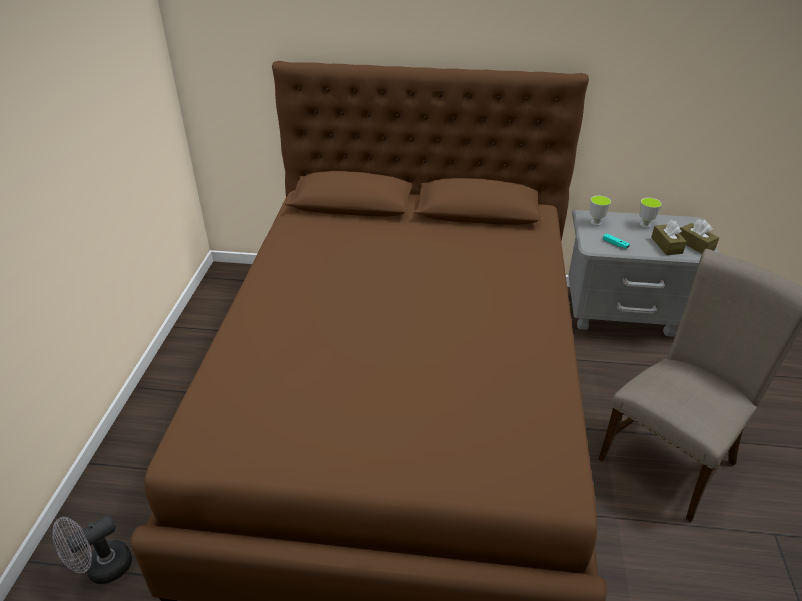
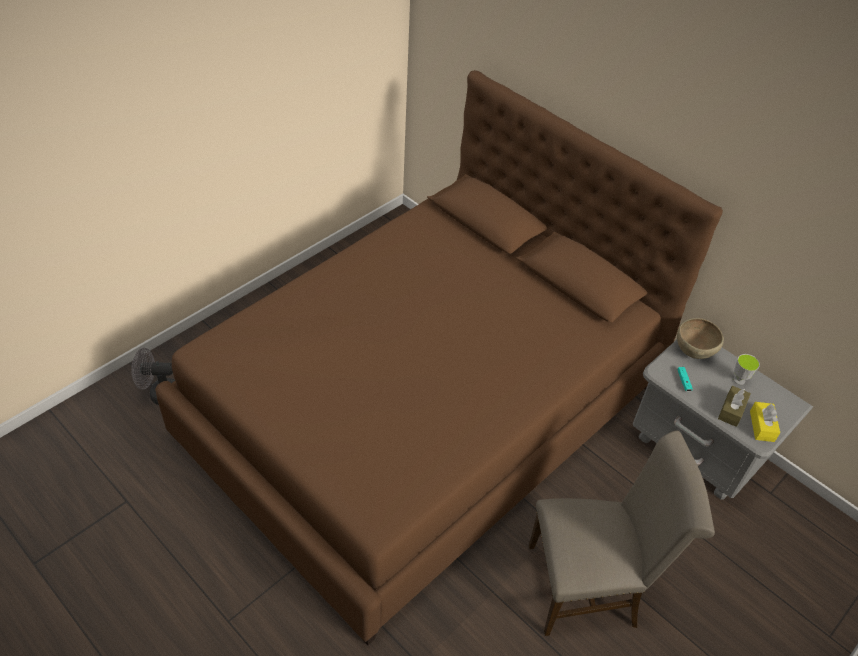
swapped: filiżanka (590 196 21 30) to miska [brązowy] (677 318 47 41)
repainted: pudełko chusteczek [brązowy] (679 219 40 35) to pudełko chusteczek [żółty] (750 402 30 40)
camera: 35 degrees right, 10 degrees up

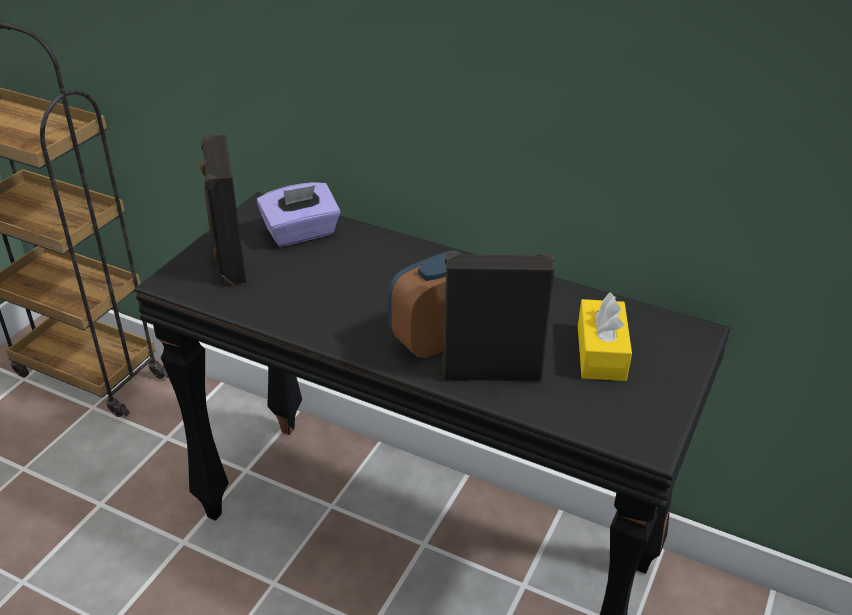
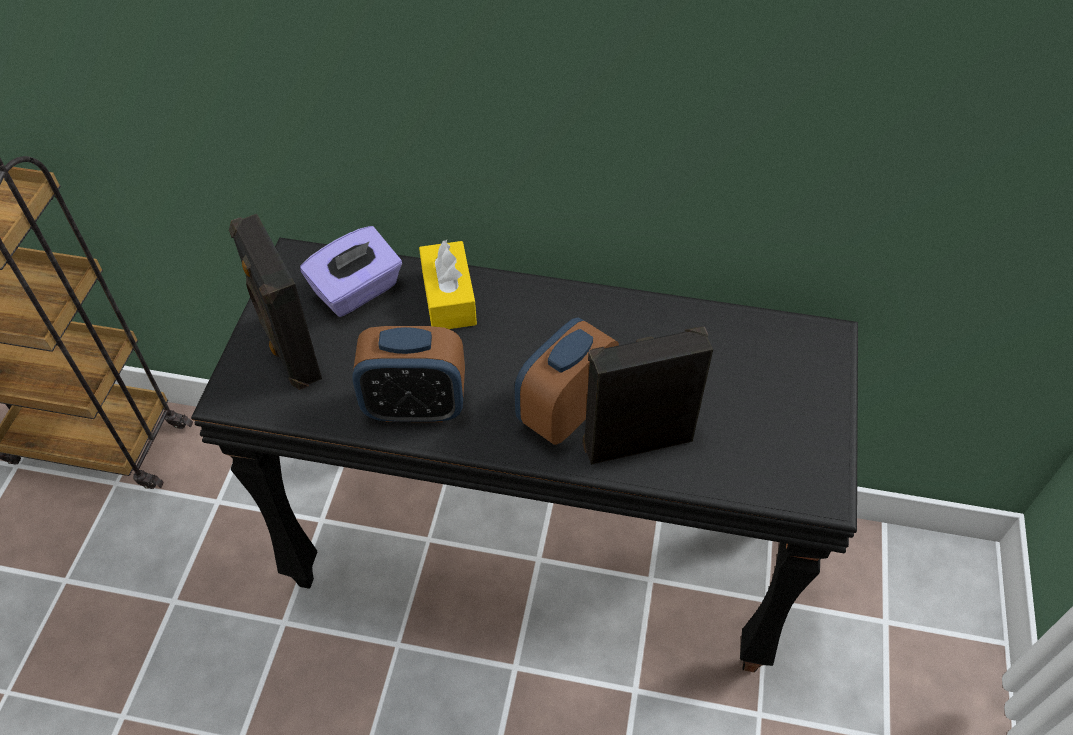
new: budzik (352 326 113 96)
shifted: pudełko chusteczek [żółty] (578 293 54 88) to (419 240 58 89)
camera: 15 degrees left, 15 degrees up

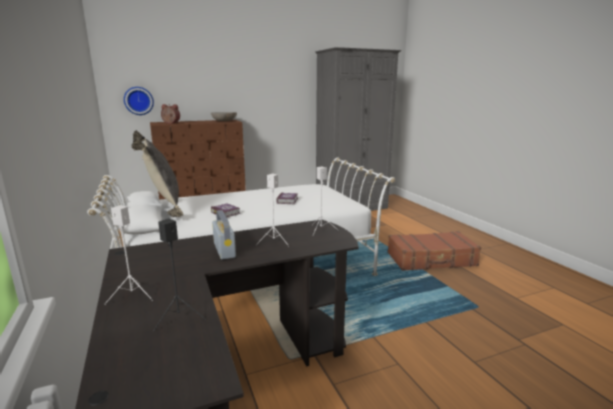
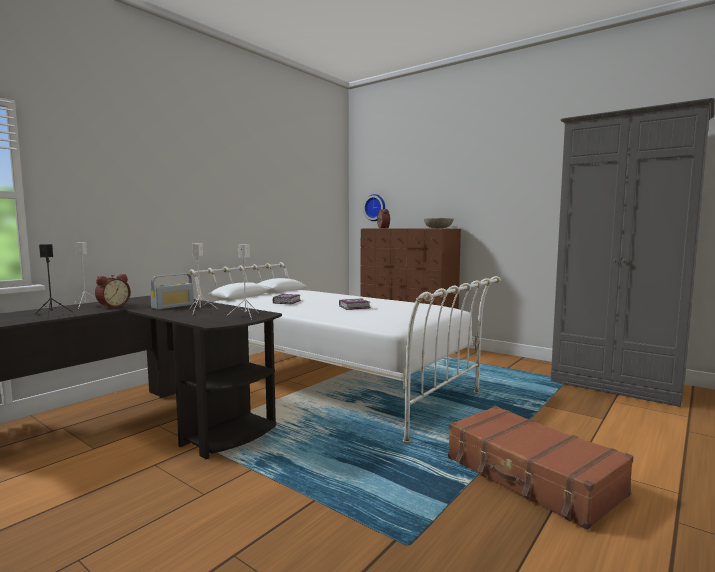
gone: poduszka (132 130 51 87)
new: budzik (95 274 36 35)
camera: 60 degrees right, 10 degrees down

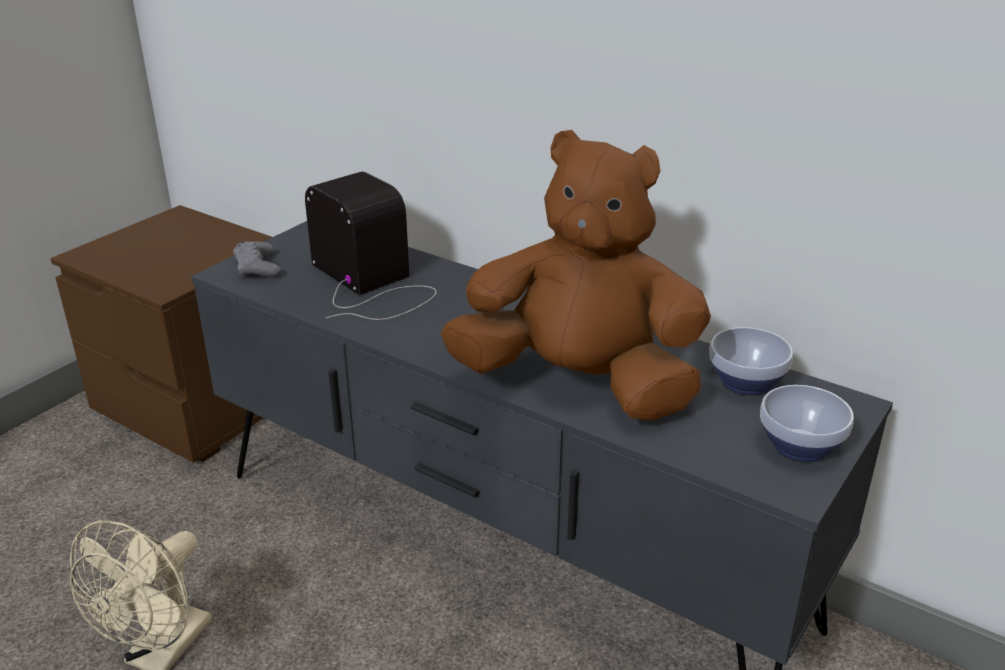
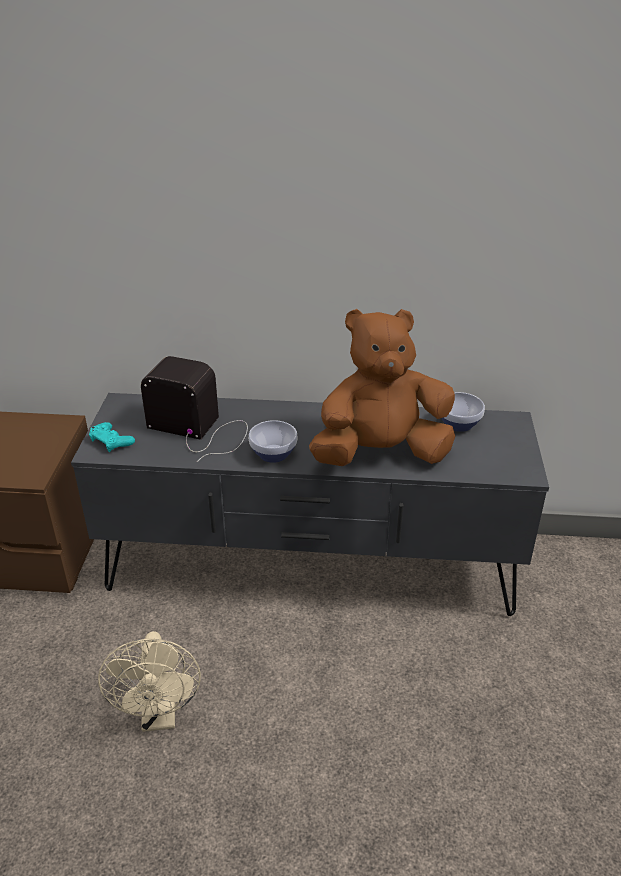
shifted: miska (760 385 94 77) to (249 420 49 43)
repainted: pad do gier [szary] (233 241 48 36) to pad do gier [turkusowy] (89 422 46 30)
camera: 30 degrees left, 5 degrees up

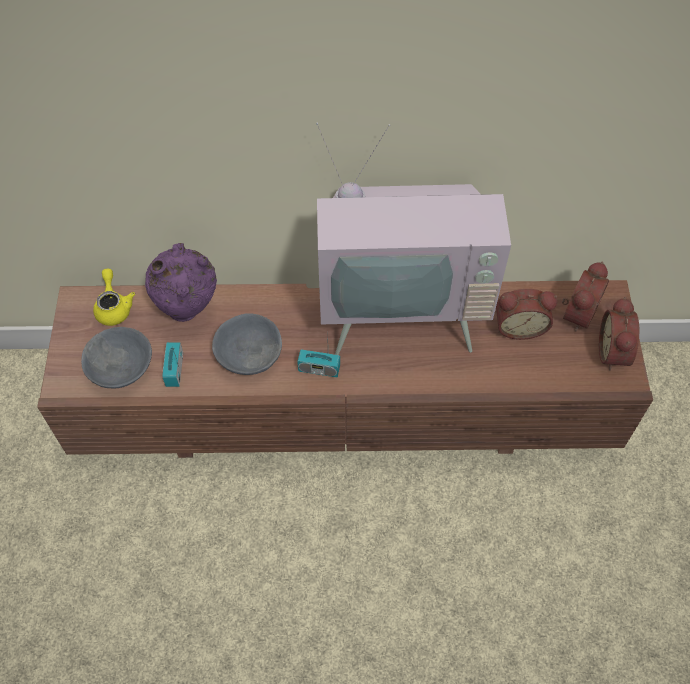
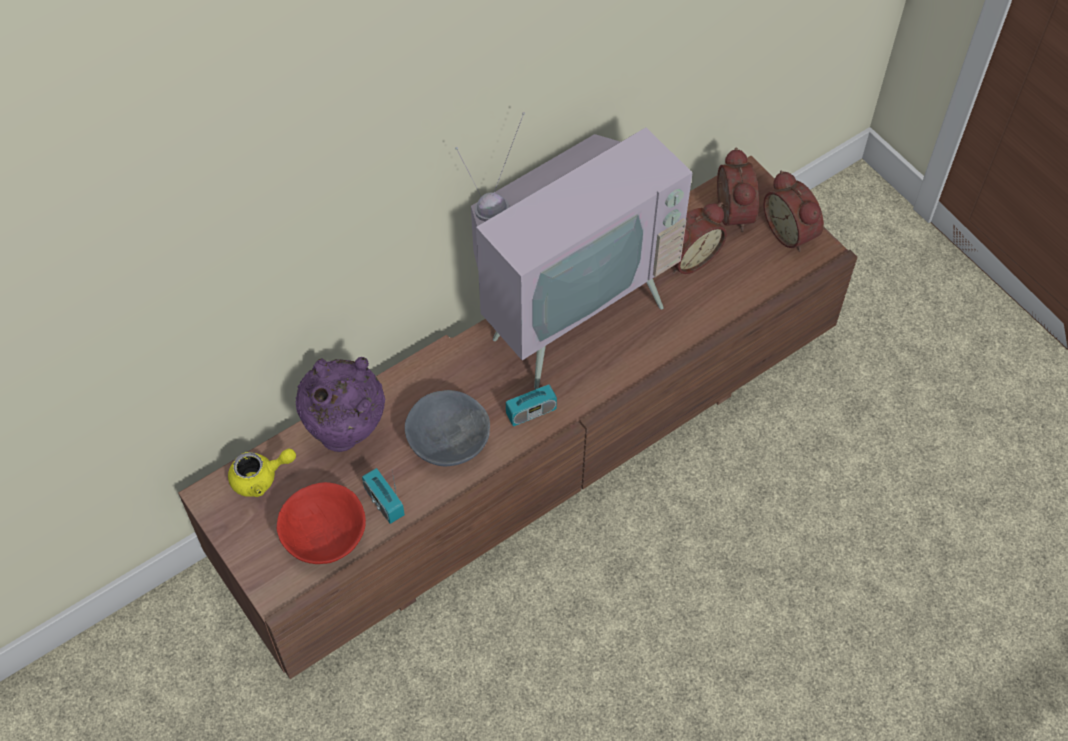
repainted: miska [szary] (81 327 71 61) to miska [czerwony] (277 482 89 82)
rotated: imbryk [żółty] (93 269 42 57) = (228 449 68 48) 120 degrees clockwise
camera: 35 degrees left, 0 degrees up

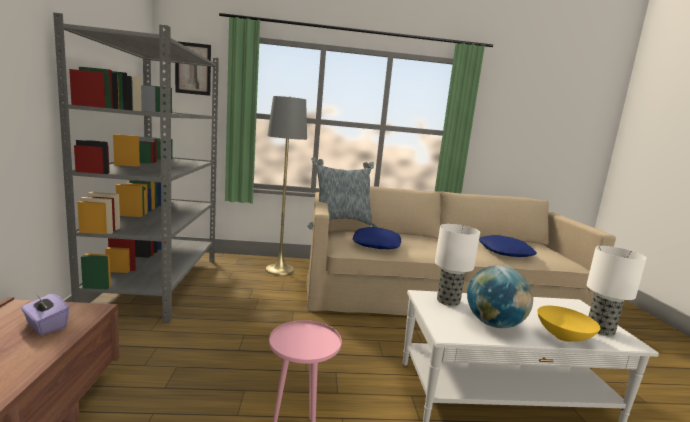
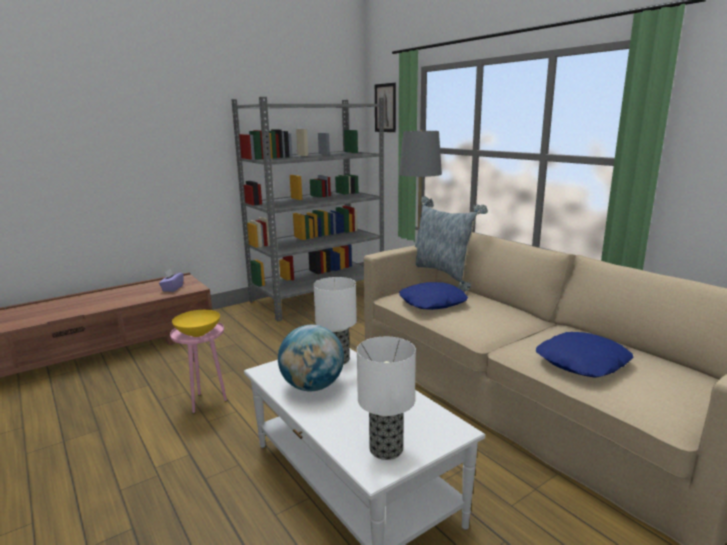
shifted: miska [żółty] (537 306 63 36) to (172 310 48 27)
camera: 60 degrees right, 5 degrees up

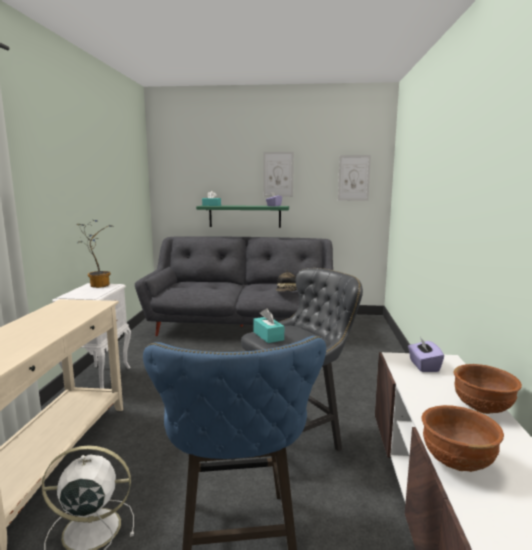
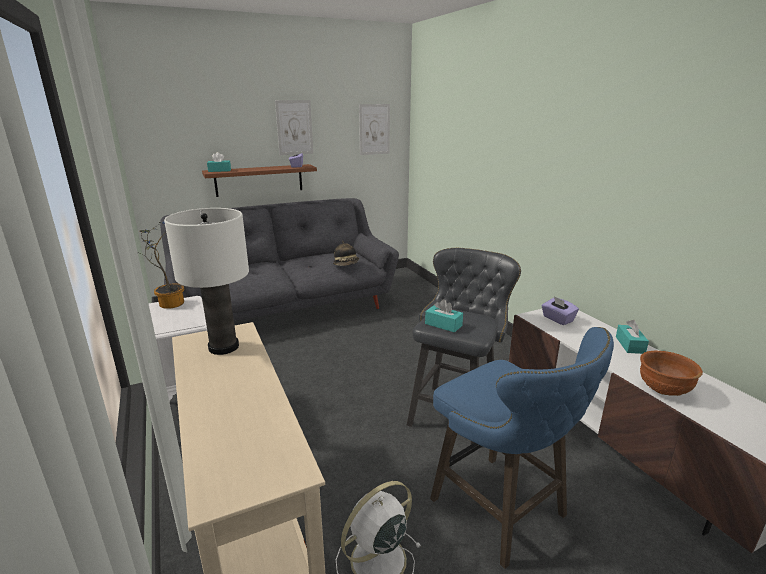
new: lampa stołowa [biały] (164 208 85 147)
swapped: miska [brązowy] (454 364 68 50) to pudełko chusteczek [turkusowy] (616 320 33 34)
repainted: półka [zielony] (196 205 93 23) to półka [brązowy] (202 164 115 33)
camera: 30 degrees left, 10 degrees up

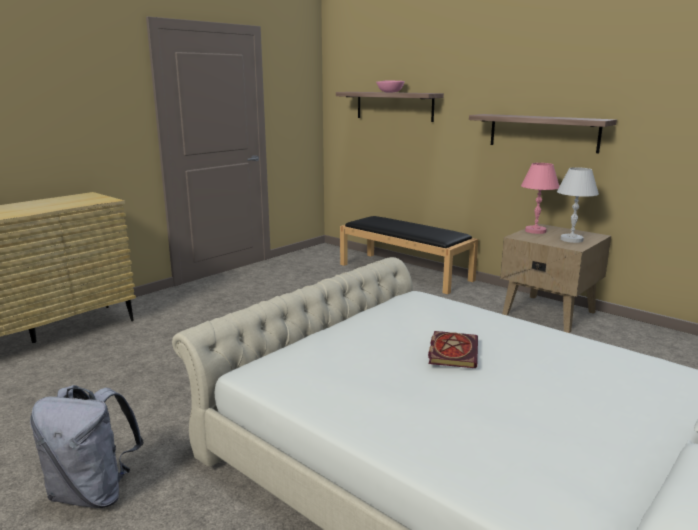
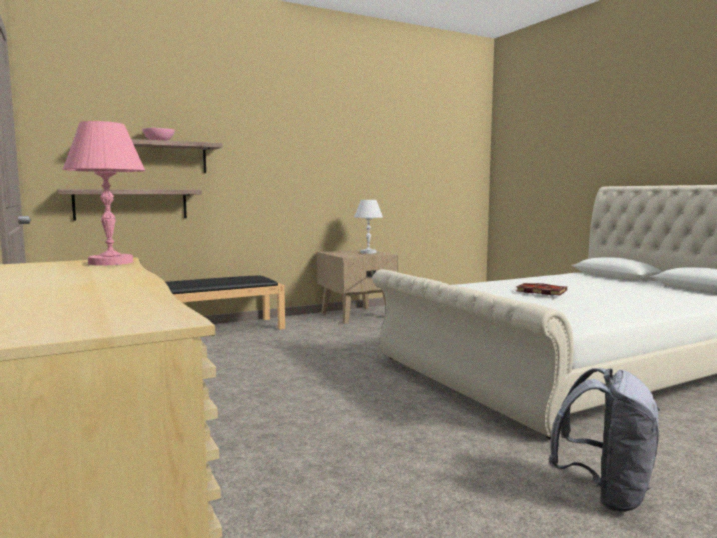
shifted: półka (469 114 148 39) to (57 189 145 32); lampa stołowa [różowy] (521 163 38 71) to (63 121 82 145)
camera: 70 degrees left, 10 degrees down

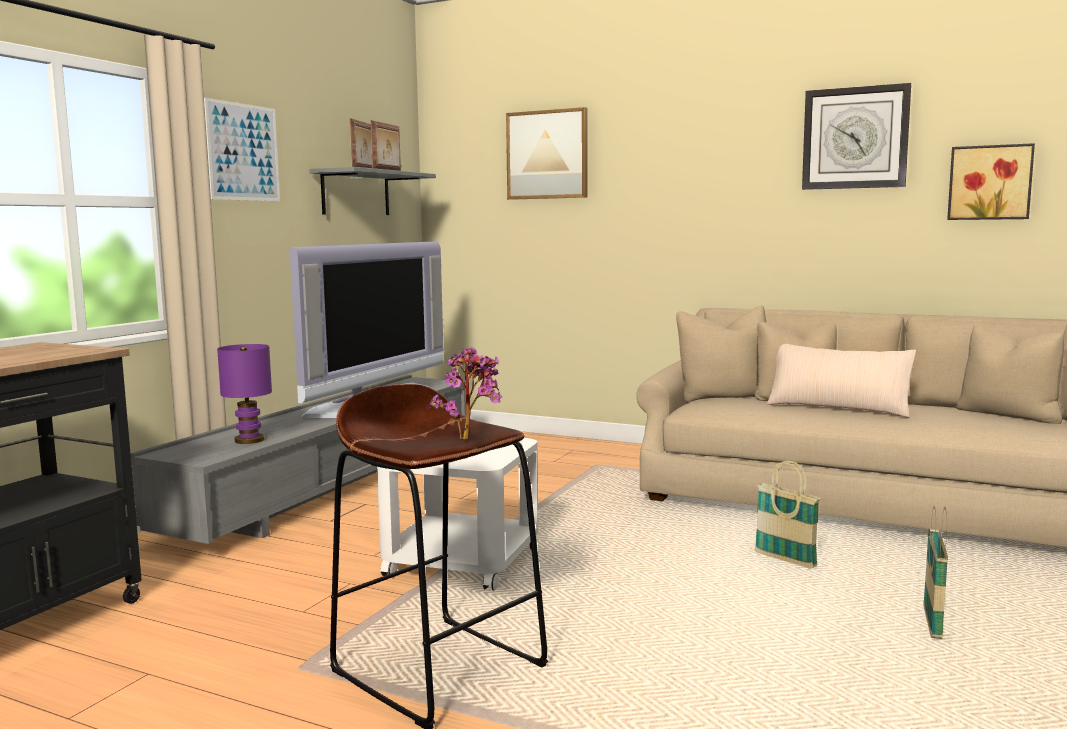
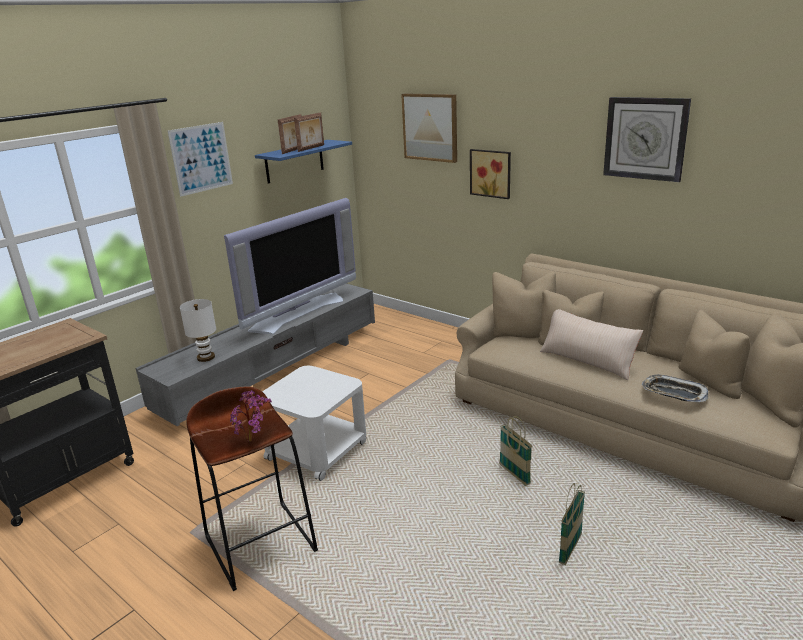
new: taca (642 375 66 27)
shifted: obraz (947 143 88 77) to (470 149 41 50)
repainted: półka [szary] (309 167 127 48) to półka [niebieski] (255 140 97 44); lampa stołowa [fioletowy] (217 344 55 100) to lampa stołowa [biały] (180 299 36 63)
camera: 15 degrees right, 15 degrees up

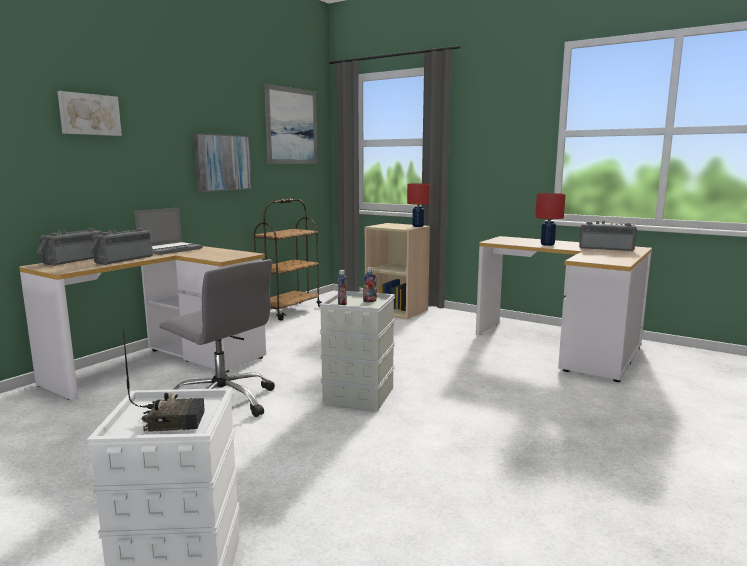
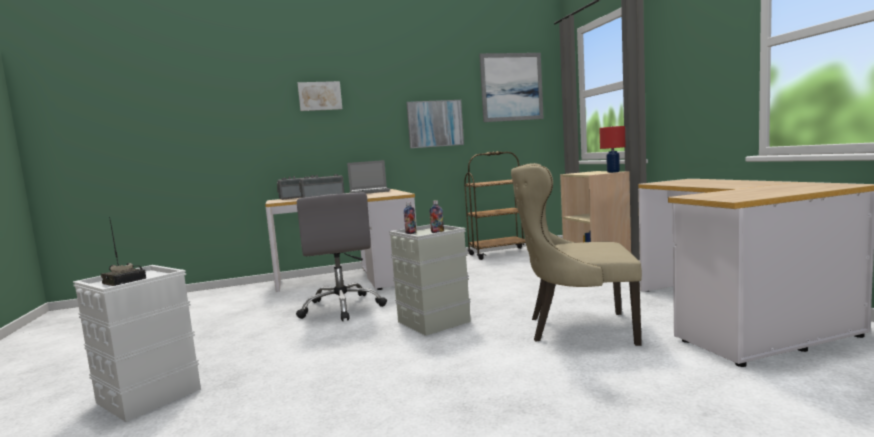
gone: lampa stołowa [czerwony] (535 193 31 53); radio (579 221 58 31)
new: krzesło [beżowy] (511 163 131 183)
camera: 40 degrees right, 5 degrees down

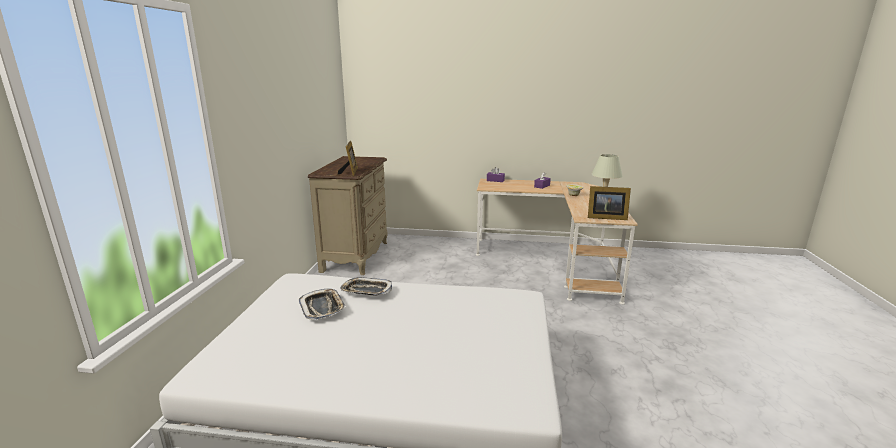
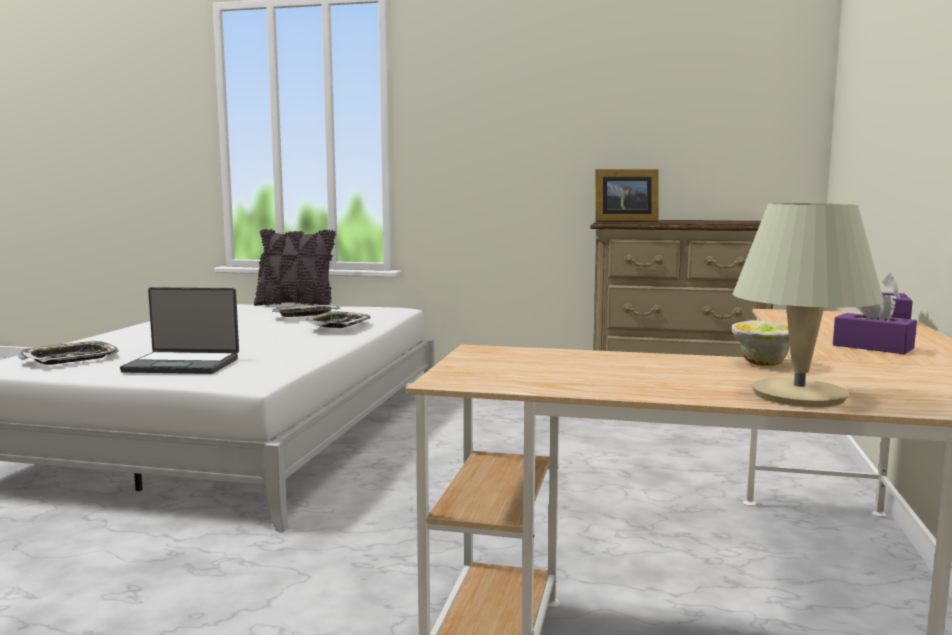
gone: ramka na zdjęcie (588 186 43 34)
new: poduszka [czarny] (254 229 82 77); laptop (120 287 119 87); taca (17 340 102 25)
camera: 95 degrees right, 10 degrees down

